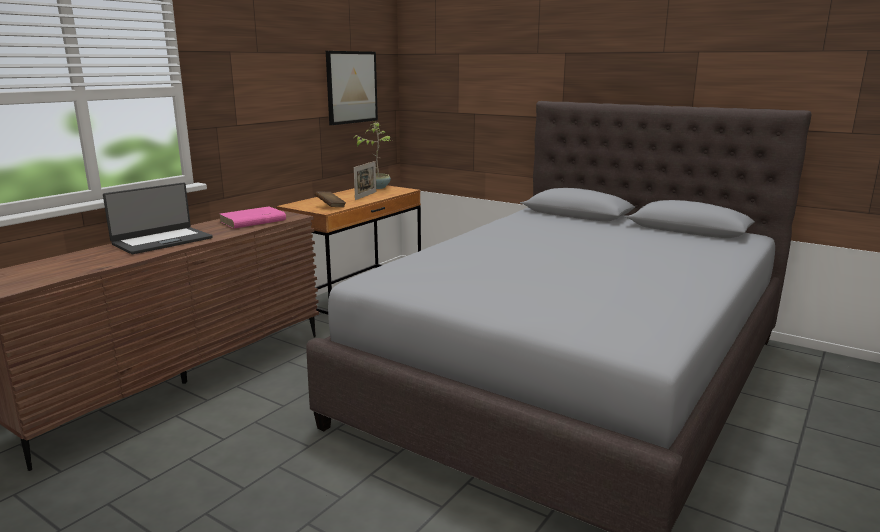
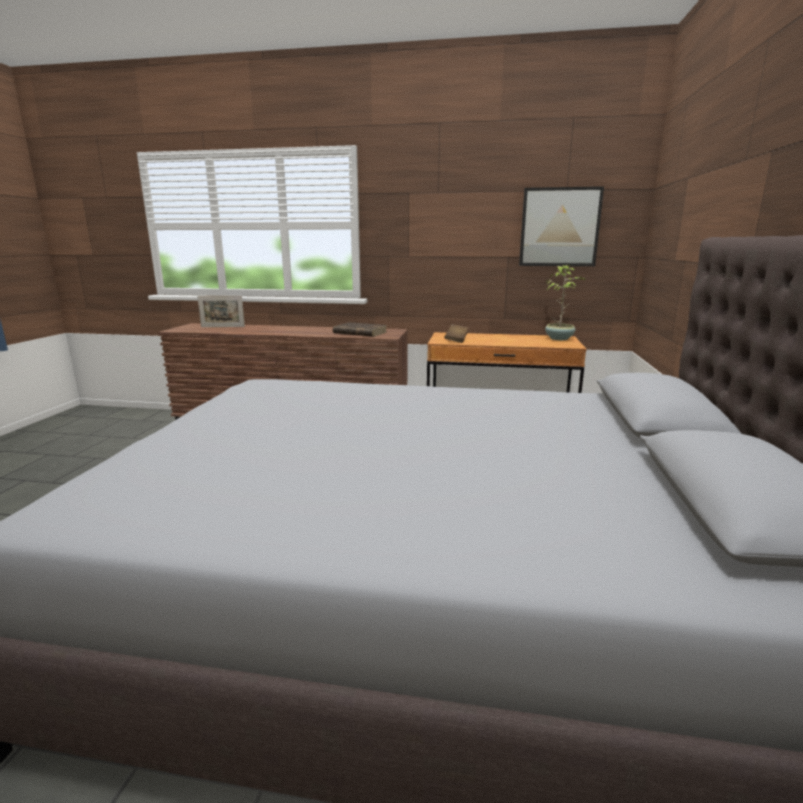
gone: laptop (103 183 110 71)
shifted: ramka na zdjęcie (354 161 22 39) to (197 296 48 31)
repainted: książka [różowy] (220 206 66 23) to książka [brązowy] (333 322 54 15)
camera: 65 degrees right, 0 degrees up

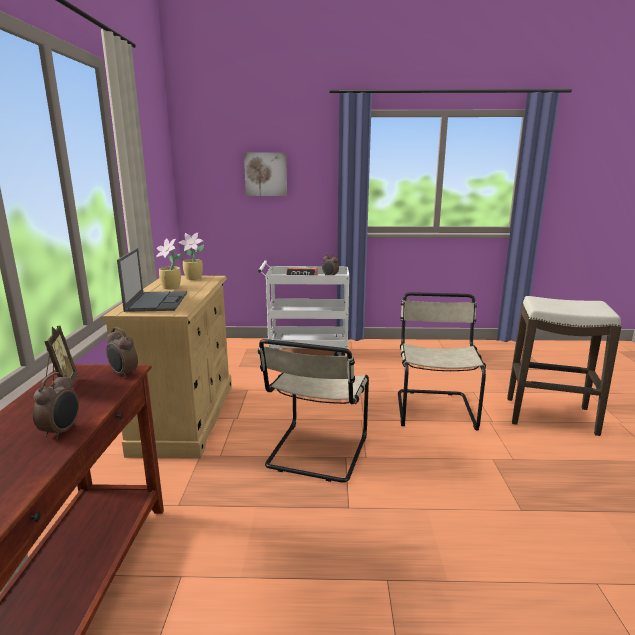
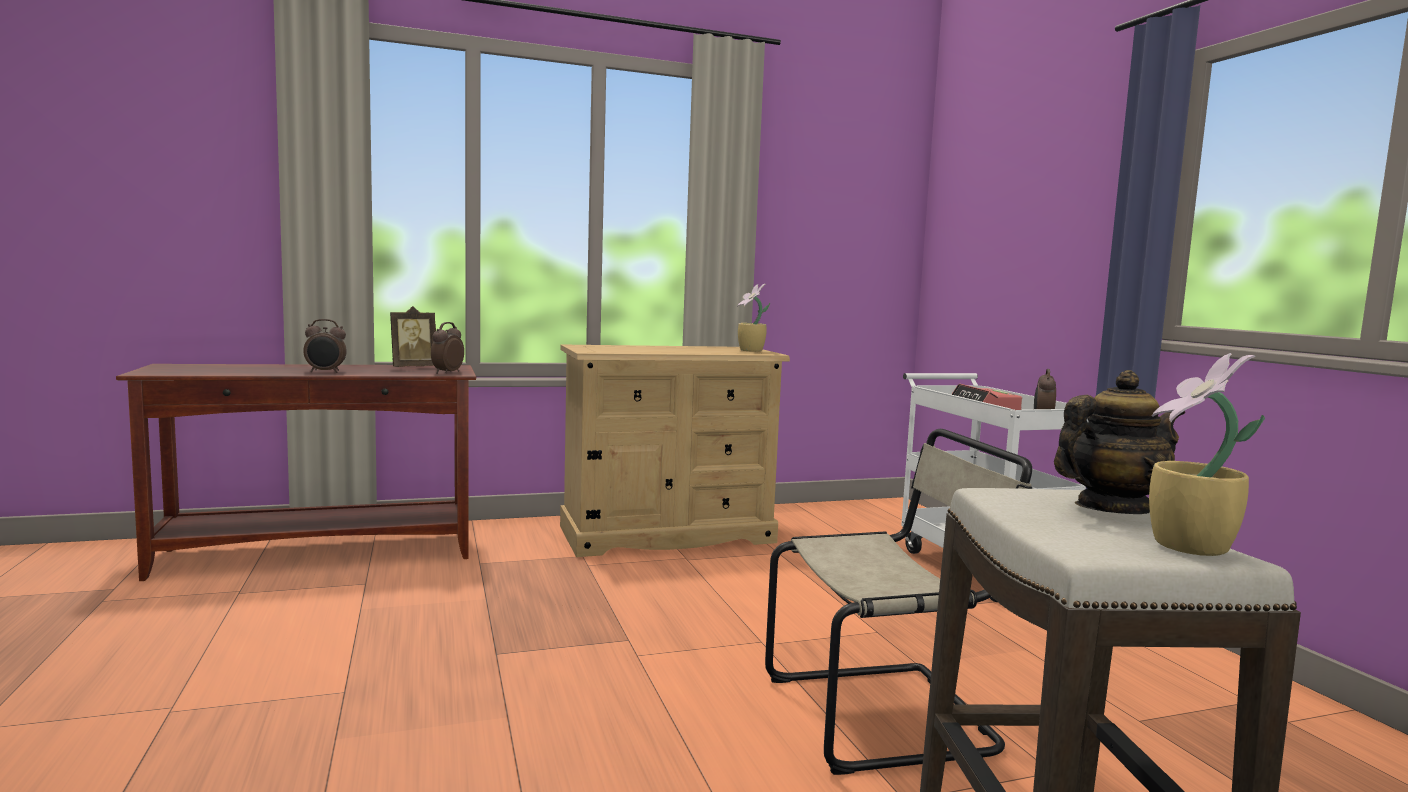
gone: obraz (244 152 43 44); laptop (117 248 70 64); krzesło [beżowy] (258 339 111 144)
new: imbryk (1054 370 131 144)
shifted: roślina doniczkowa (156 239 26 50) to (1149 353 116 203)
camera: 70 degrees right, 10 degrees down

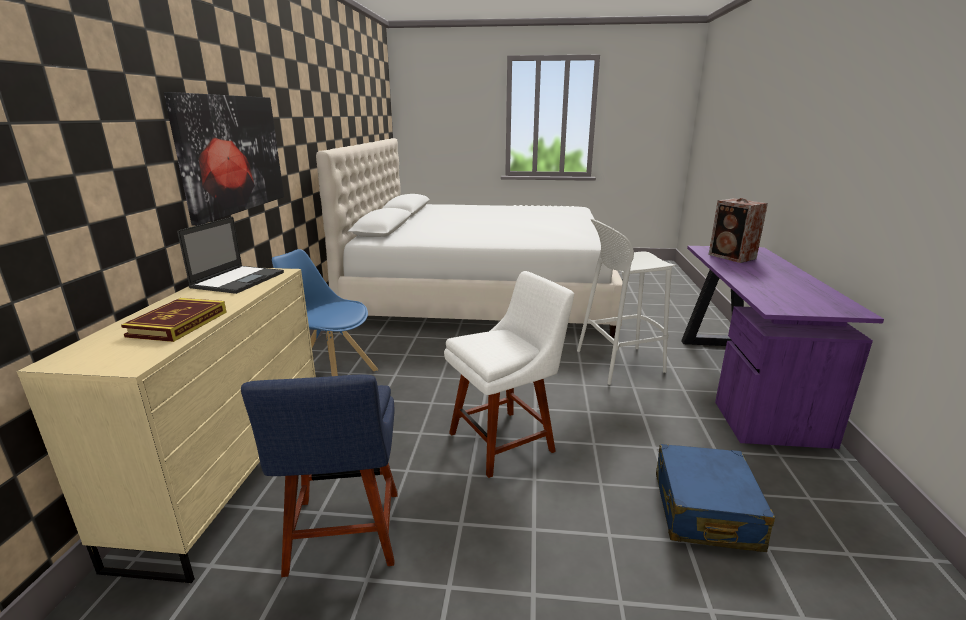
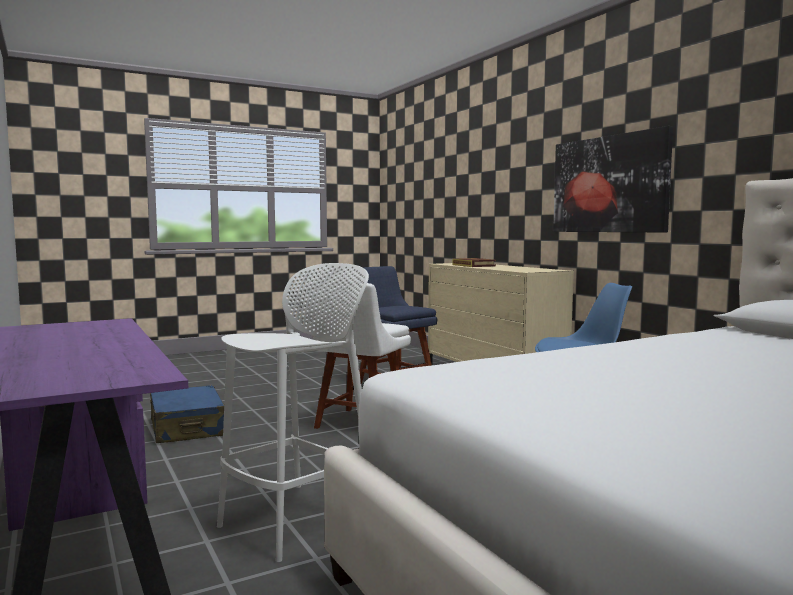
gone: głośnik (709 198 59 65); laptop (177 217 107 77)
camera: 145 degrees right, 15 degrees down

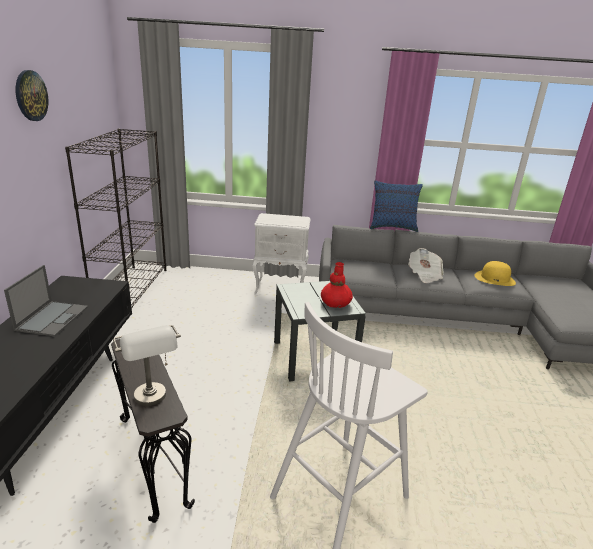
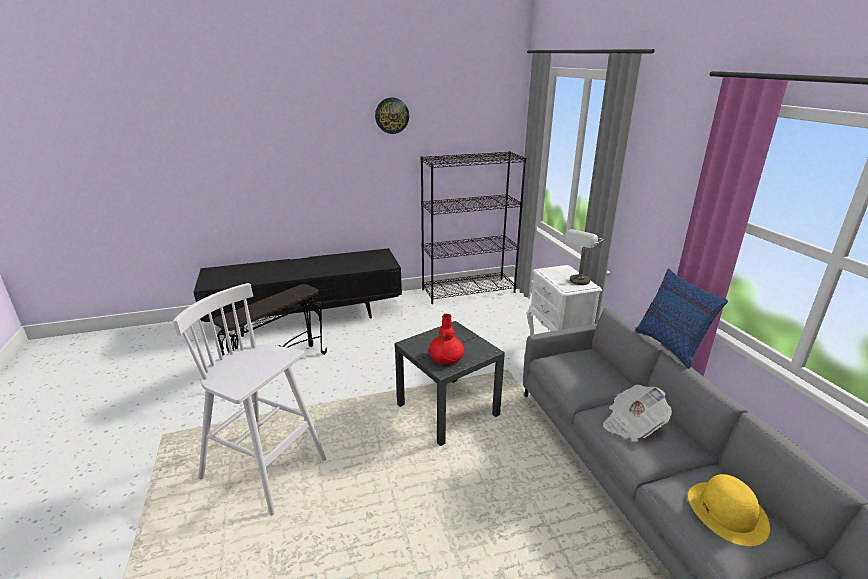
gone: laptop (4 265 84 71)
shifted: lampa stołowa [szary] (113 325 68 81) to (562 229 41 56)
camera: 70 degrees right, 0 degrees up

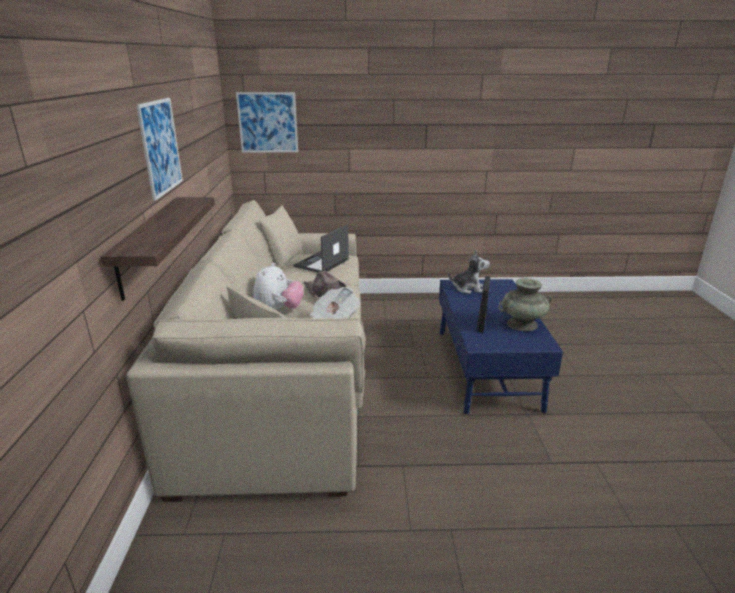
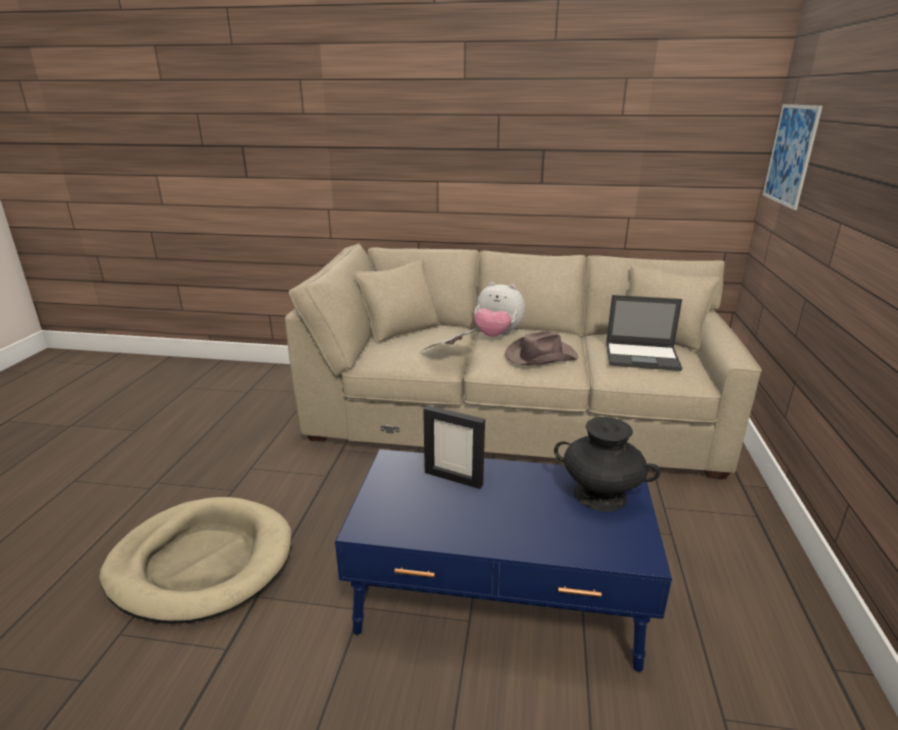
gone: obraz (136 98 47 103); półka (101 197 114 104); wazon [turkusowy] (498 278 53 53)
new: legowisko [beżowy] (99 497 193 127)
swapped: pluszak (448 250 42 44) to wazon [czarny] (554 417 107 95)
rotated: laptop (293 224 56 48) = (606 295 76 76) 150 degrees clockwise
camera: 100 degrees right, 0 degrees up

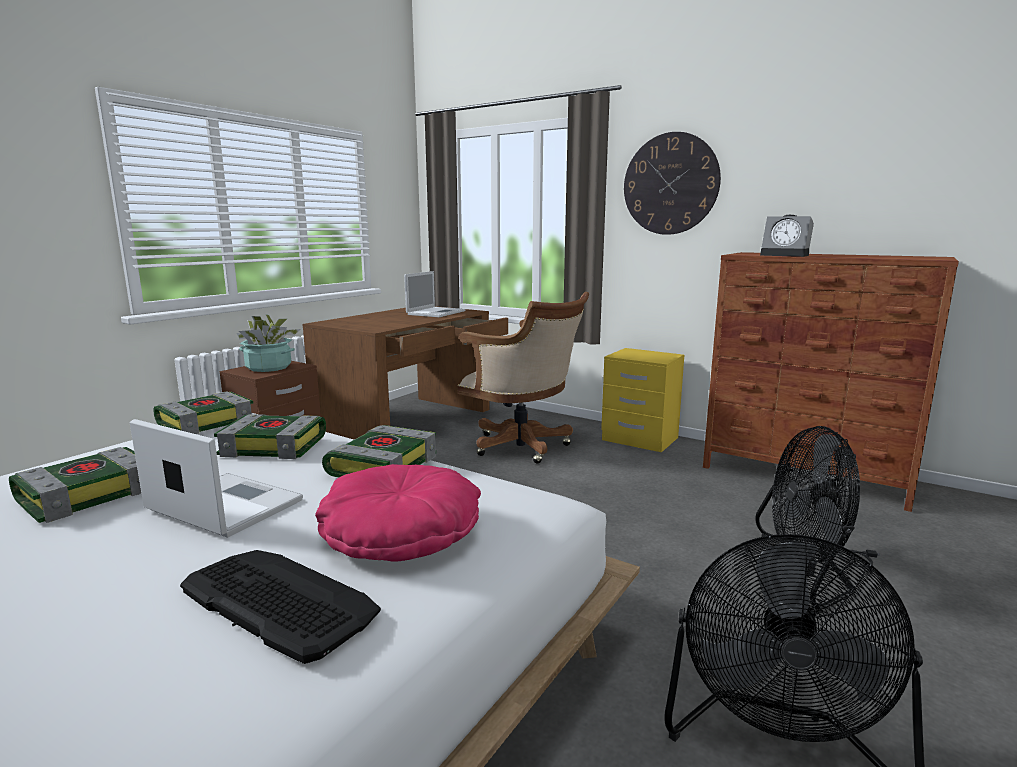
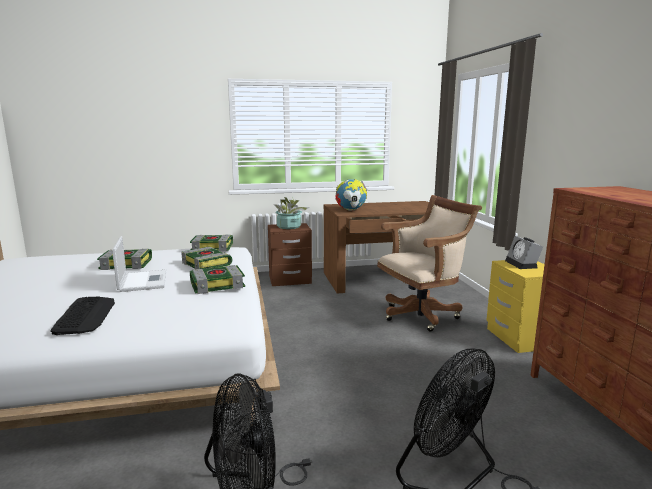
gone: zegar ścienny (624 132 97 103); laptop (404 271 61 46); poduszka [różowy] (315 464 166 98)
new: globus (335 179 32 32)
shifted: budzik (760 215 54 42) to (505 236 38 33)
rotated: krzesło biurowe (457 292 132 172) = (377 195 105 136) 105 degrees counterclockwise
camera: 45 degrees right, 0 degrees up

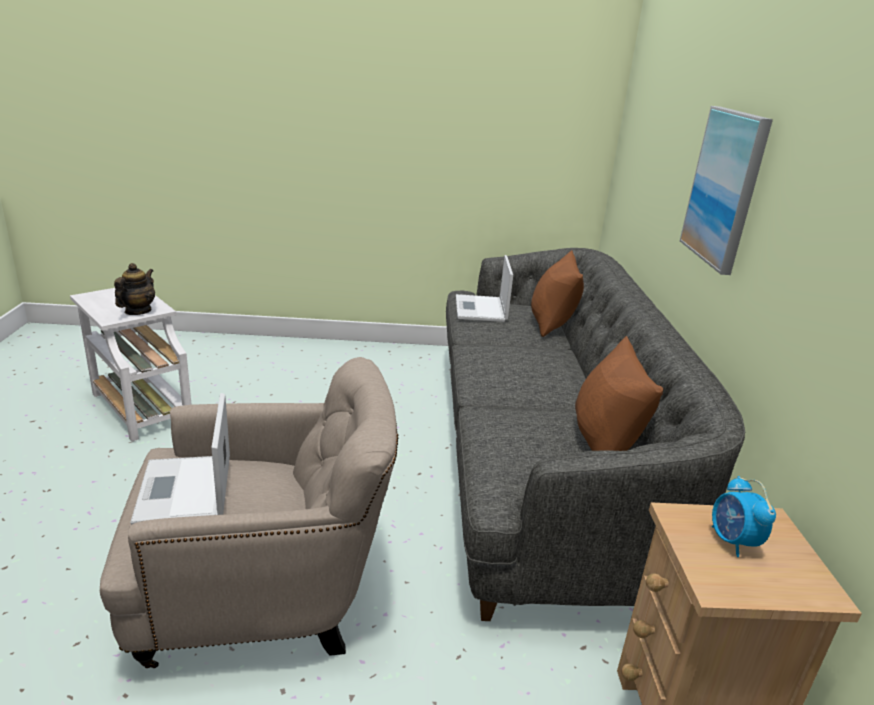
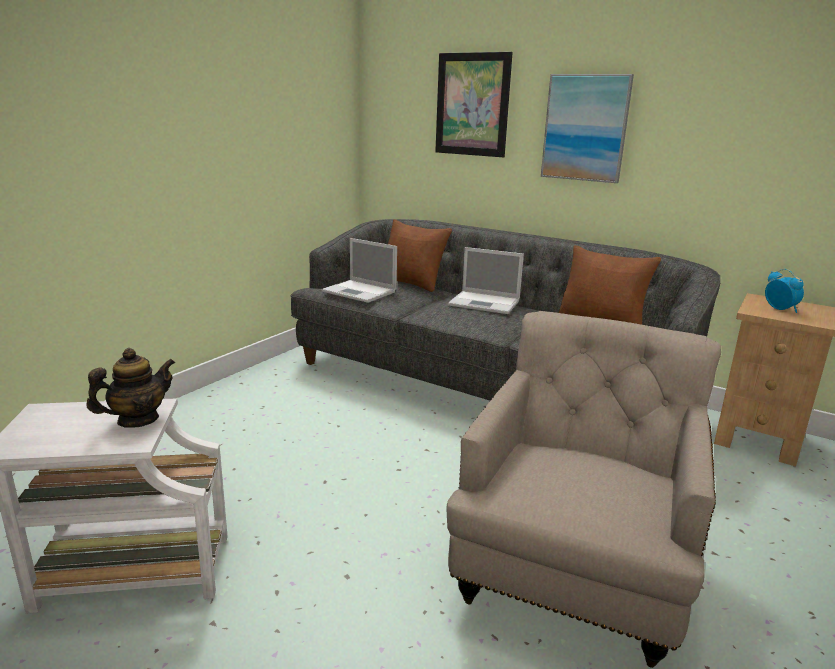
new: obraz (435 52 78 105)
shifted: laptop (130 393 100 132) to (448 247 76 67)
rotated: imbryk (114 263 41 52) = (86 348 89 80) 90 degrees clockwise; budzik (712 476 64 81) = (765 269 39 44) 135 degrees counterclockwise
camera: 55 degrees left, 5 degrees down

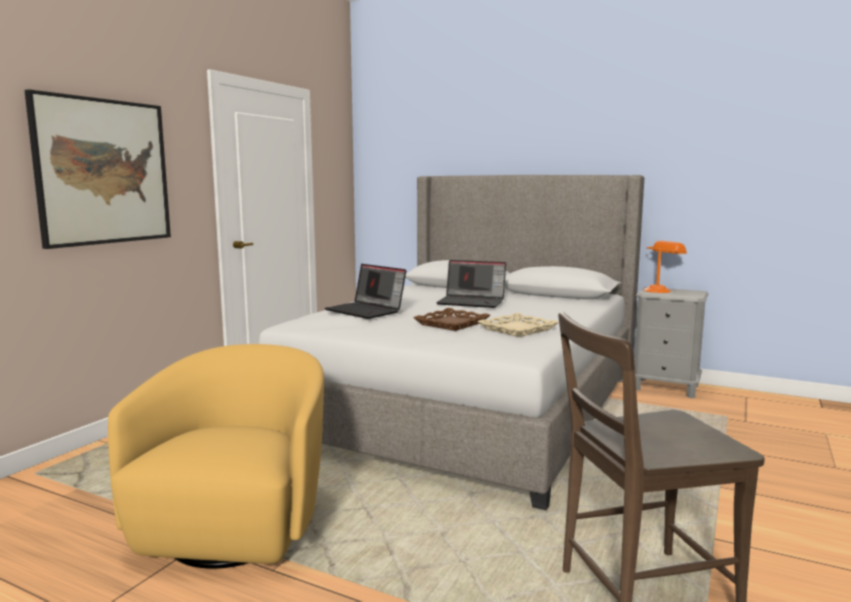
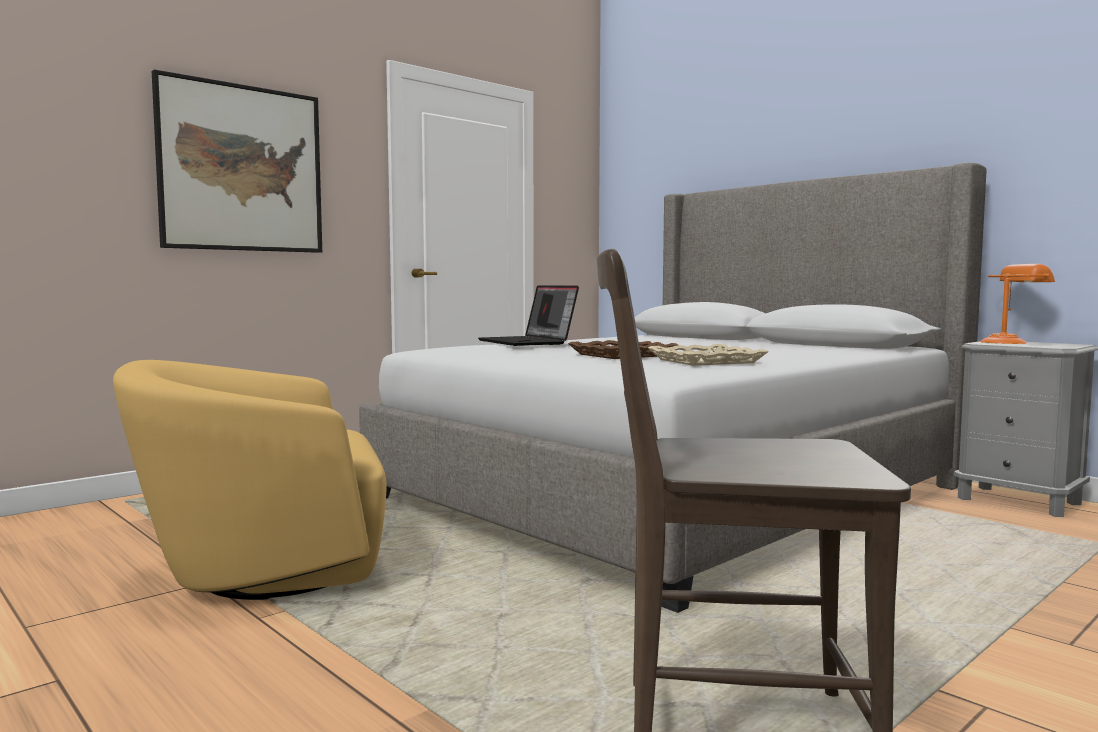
gone: laptop (436 260 70 48)
rotated: fotel [żółty] (108 344 216 225) = (113 360 273 240) 135 degrees counterclockwise
camera: 20 degrees right, 5 degrees down

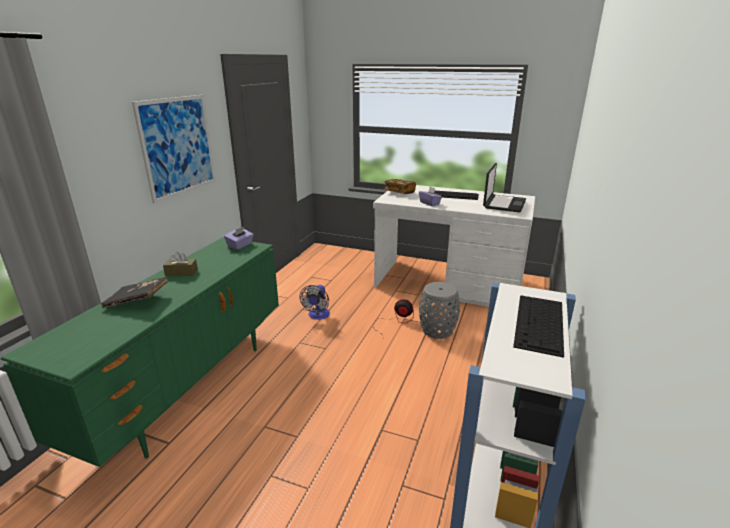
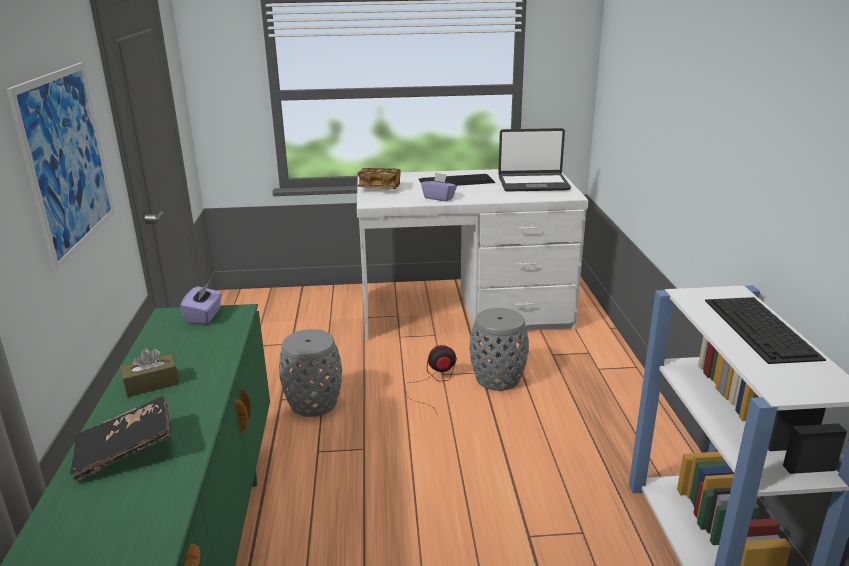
swapped: wentylator (300 285 30 35) to stołek [szary] (279 329 63 88)
rotated: laptop (483 163 43 49) = (498 128 73 64) 90 degrees clockwise
camera: 25 degrees left, 0 degrees up

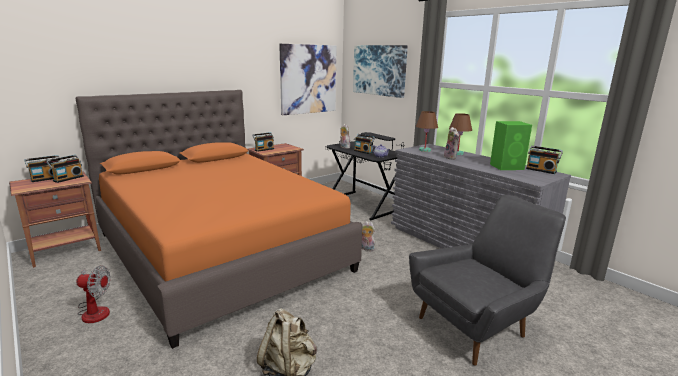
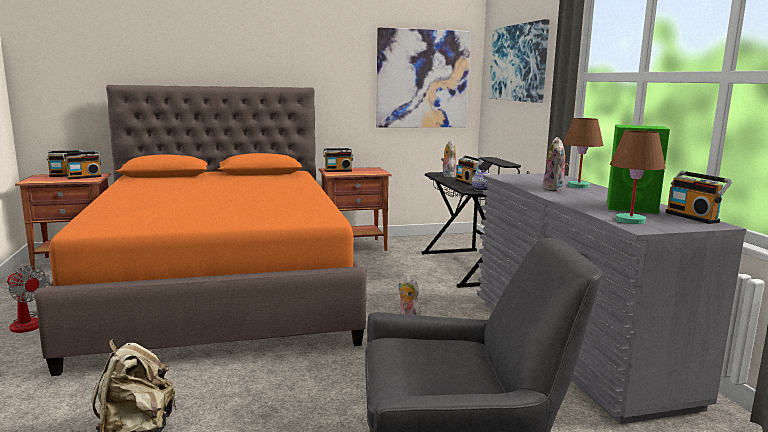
shifted: lampa stołowa [brązowy] (416 111 22 41) to (610 130 56 94)
camera: 25 degrees right, 5 degrees down

